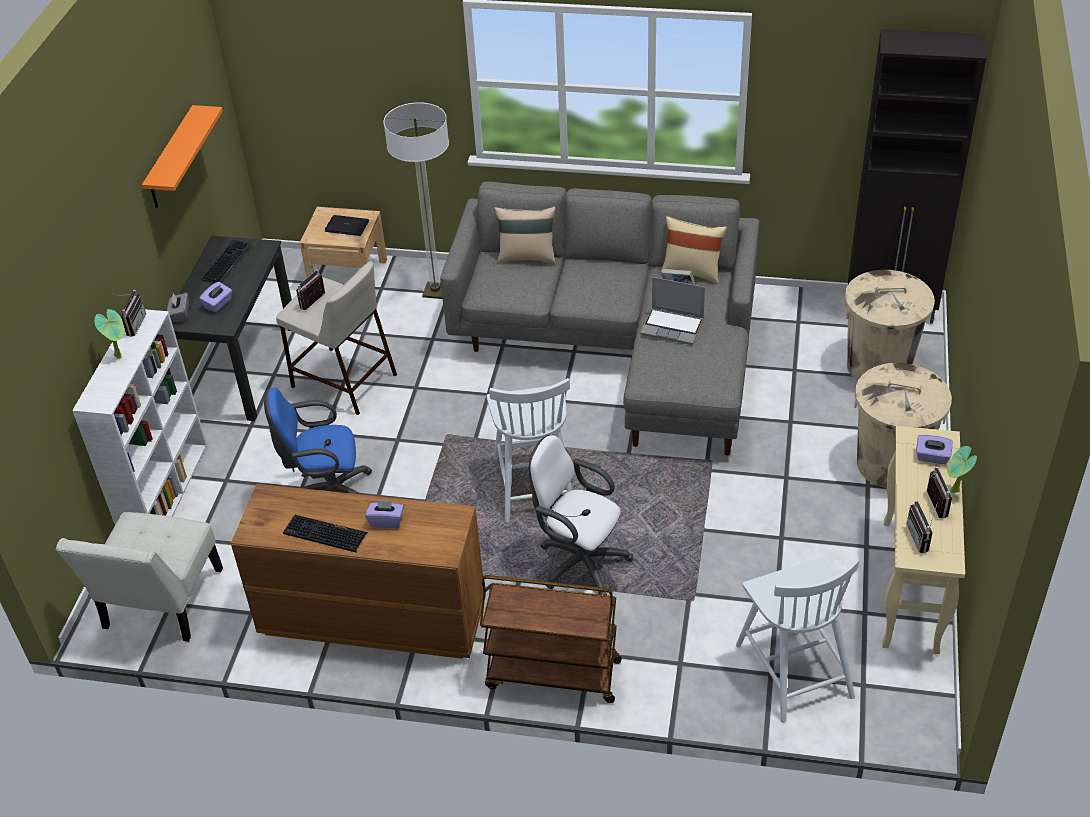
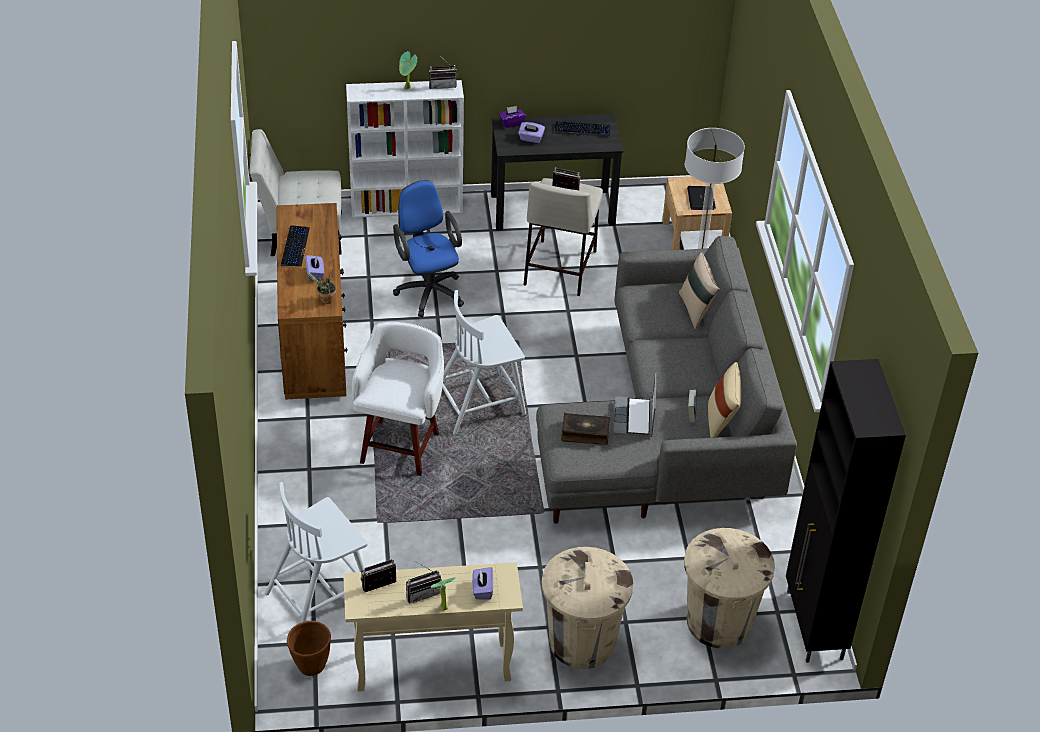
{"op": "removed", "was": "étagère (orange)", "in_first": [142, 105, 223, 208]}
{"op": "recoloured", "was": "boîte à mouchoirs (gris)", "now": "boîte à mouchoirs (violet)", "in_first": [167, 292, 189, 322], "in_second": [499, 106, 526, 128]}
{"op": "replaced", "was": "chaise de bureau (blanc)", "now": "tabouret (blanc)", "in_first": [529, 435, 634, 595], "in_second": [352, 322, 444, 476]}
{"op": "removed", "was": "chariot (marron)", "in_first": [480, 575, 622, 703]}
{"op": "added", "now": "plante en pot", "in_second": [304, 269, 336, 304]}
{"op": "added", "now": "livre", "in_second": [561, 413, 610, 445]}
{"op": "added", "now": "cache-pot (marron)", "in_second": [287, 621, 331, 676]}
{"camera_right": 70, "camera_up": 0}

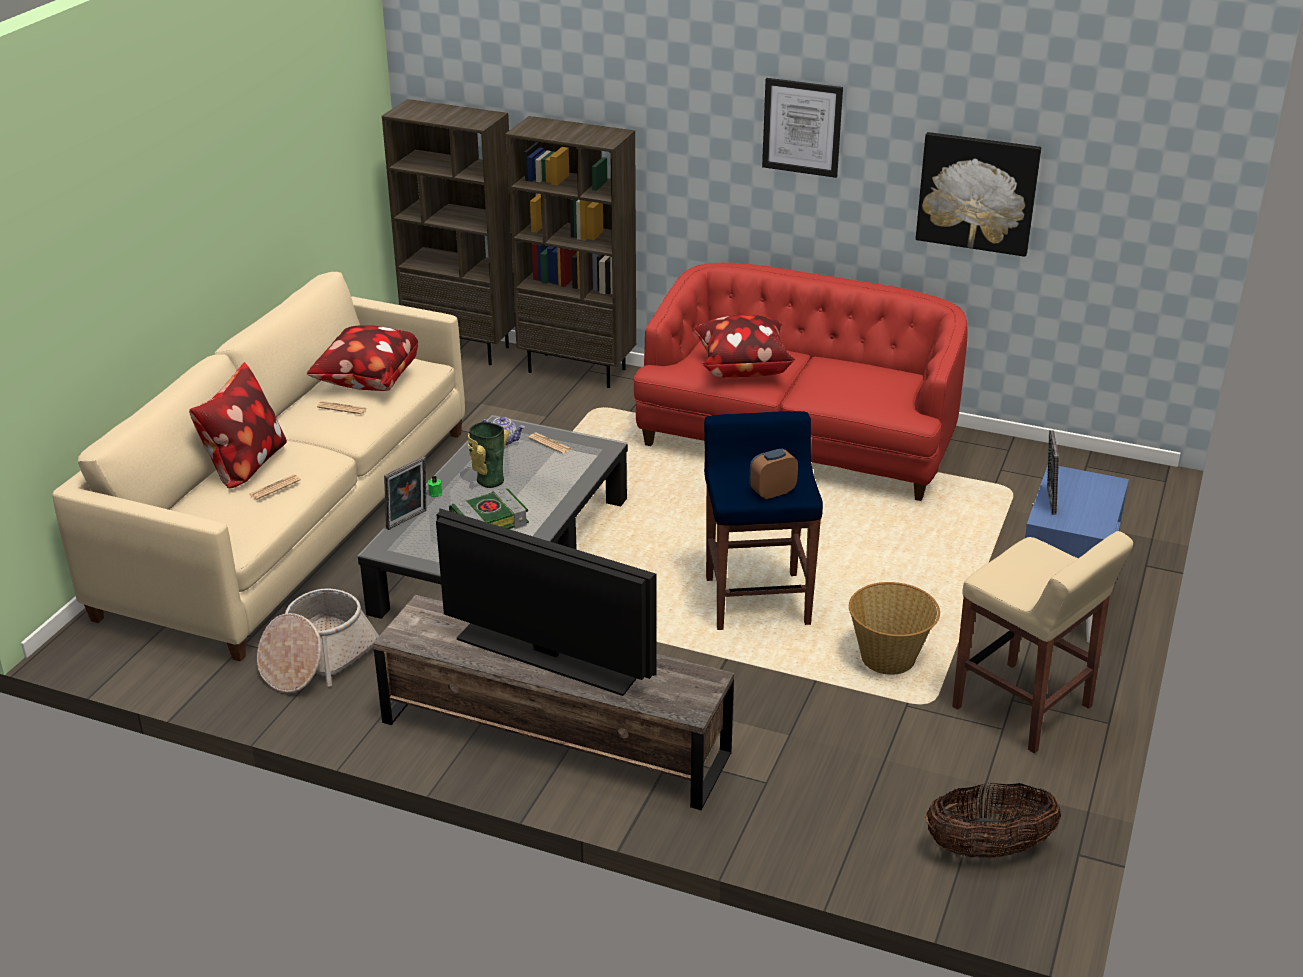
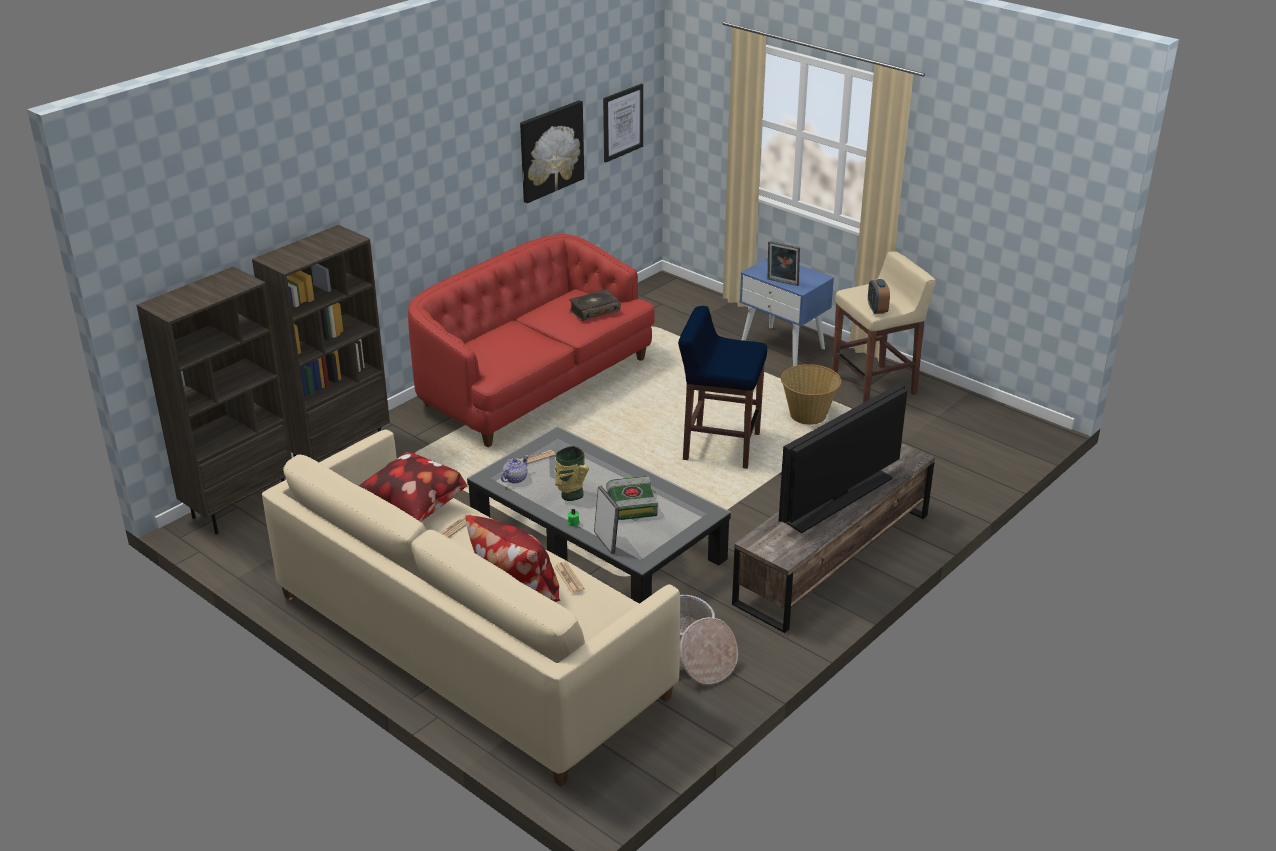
{"op": "moved", "was": "tableau", "in_first": [762, 78, 843, 178], "in_second": [603, 84, 643, 162]}
{"op": "removed", "was": "coussin", "in_first": [694, 315, 795, 378]}
{"op": "moved", "was": "réveil", "in_first": [749, 449, 798, 499], "in_second": [868, 279, 890, 314]}
{"op": "removed", "was": "panier", "in_first": [925, 783, 1061, 858]}
{"op": "added", "now": "livre", "in_second": [569, 289, 621, 321]}
{"camera_right": -70, "camera_up": 0}

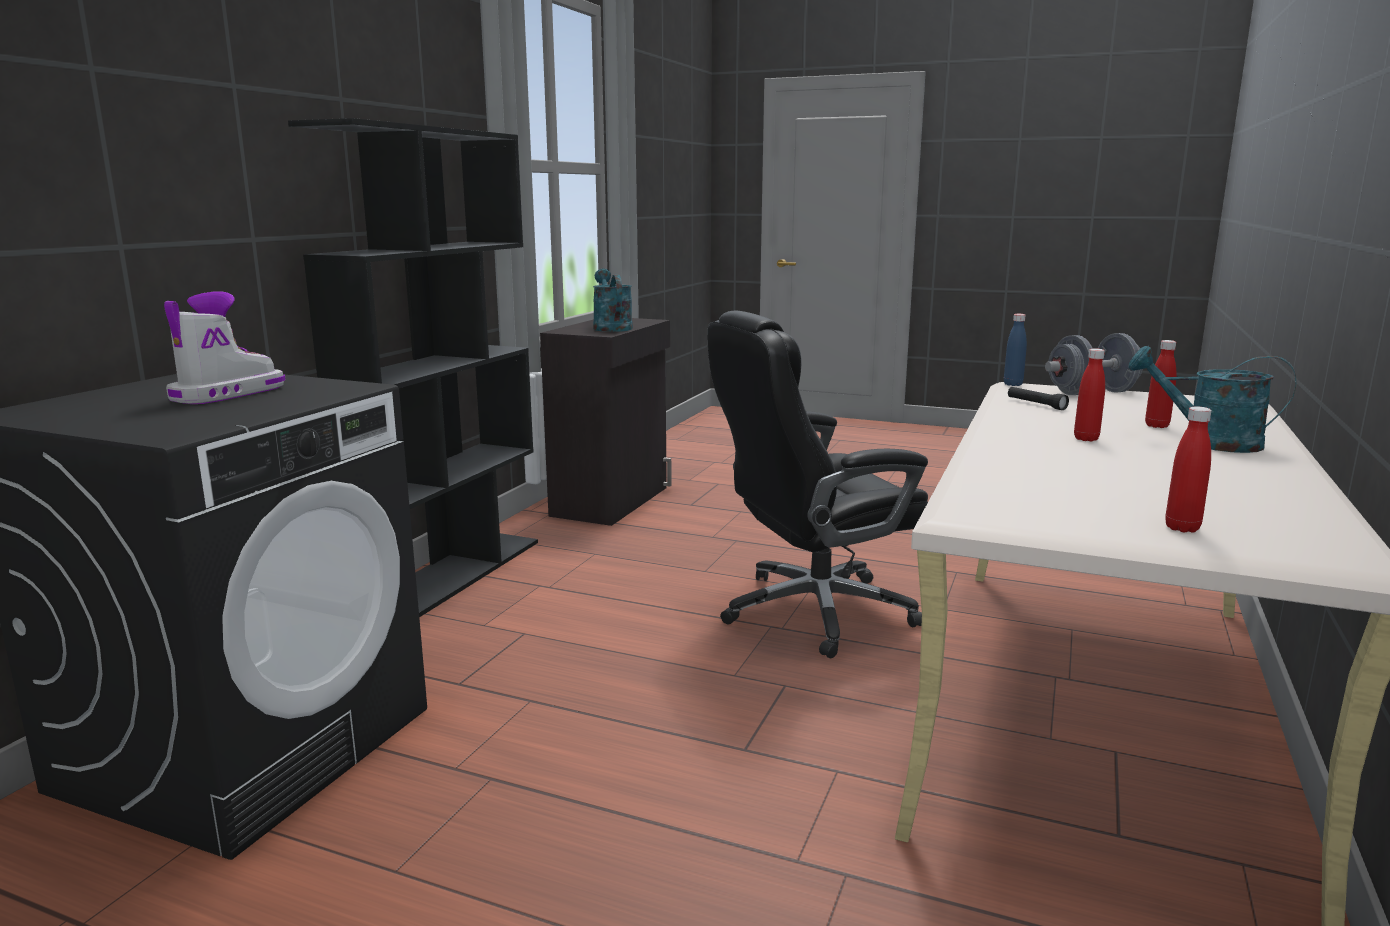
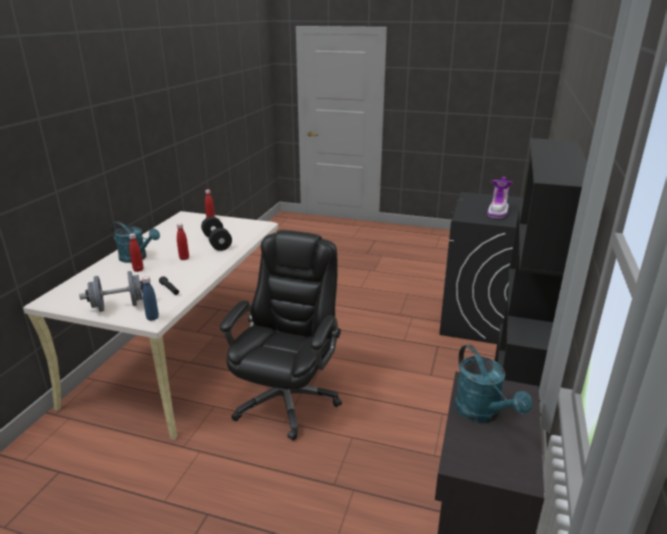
{"op": "turned", "was": "chaise de bureau (noir)", "in_first": [707, 310, 928, 658], "in_second": [220, 230, 342, 441], "clockwise": -45}
{"op": "added", "now": "haltère (noir)", "in_second": [201, 216, 232, 251]}
{"camera_right": 175, "camera_up": 10}

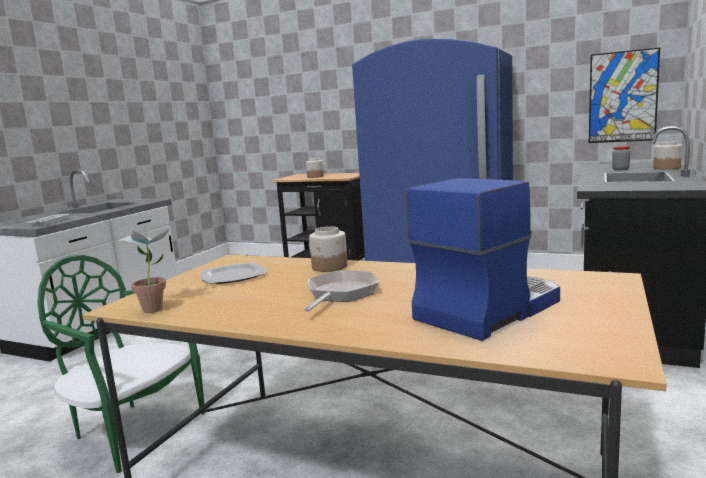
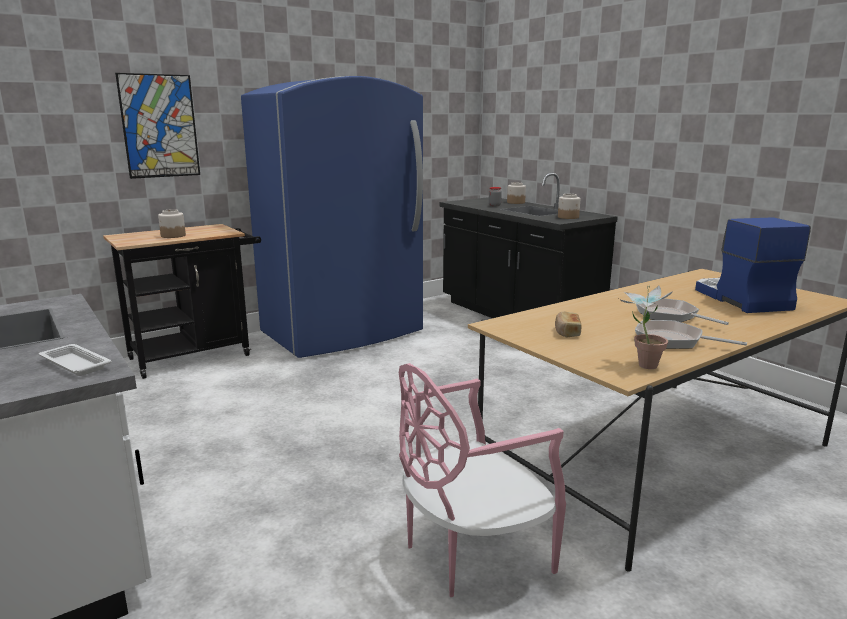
{"op": "moved", "was": "tableau", "in_first": [589, 47, 660, 143], "in_second": [115, 73, 200, 179]}
{"op": "moved", "was": "bocal", "in_first": [309, 226, 348, 272], "in_second": [558, 194, 580, 219]}
{"op": "recoloured", "was": "chaise (vert)", "now": "chaise (rose)", "in_first": [37, 255, 205, 473], "in_second": [399, 363, 566, 597]}
{"op": "replaced", "was": "assiette", "now": "pain", "in_first": [199, 262, 265, 284], "in_second": [555, 311, 582, 337]}
{"op": "added", "now": "poêle", "in_second": [635, 320, 747, 349]}
{"camera_right": -60, "camera_up": 5}

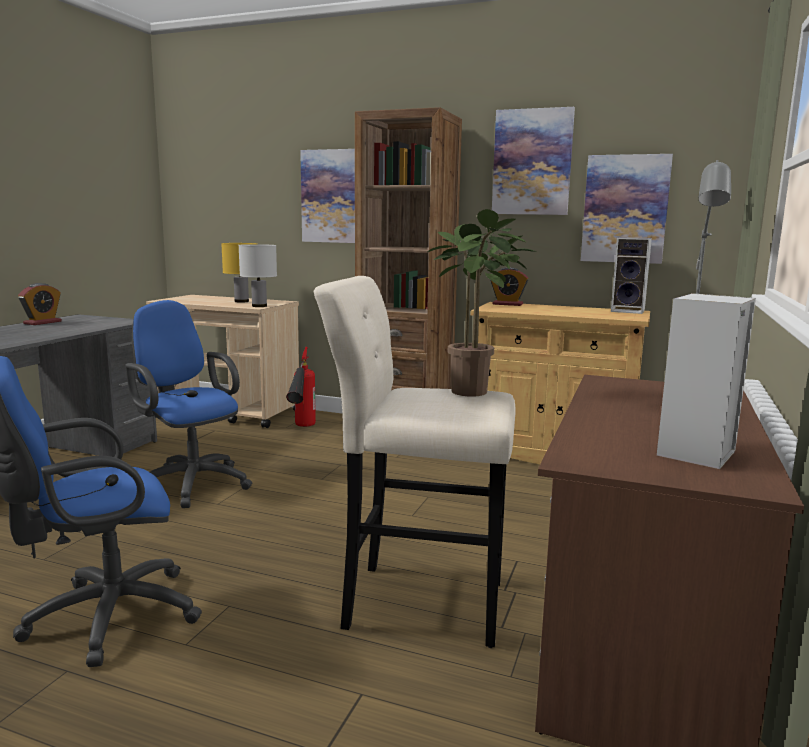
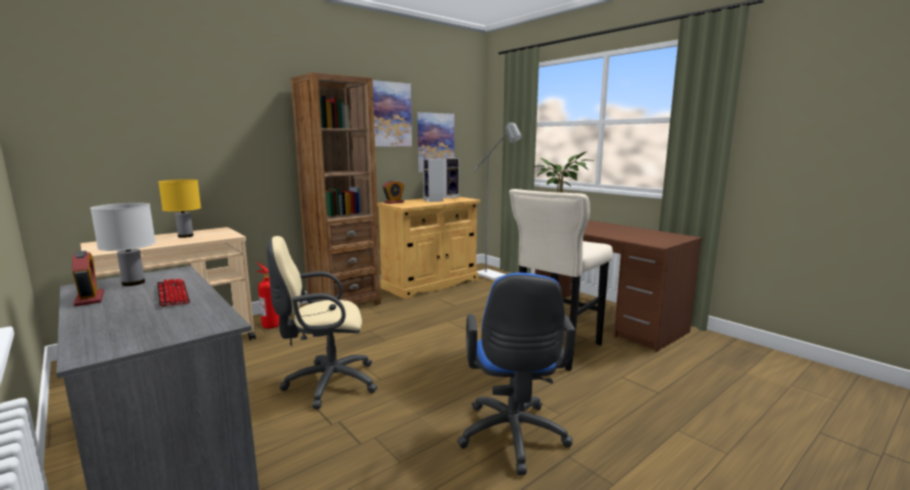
{"op": "removed", "was": "tableau", "in_first": [300, 149, 355, 243]}
{"op": "moved", "was": "lampe de table (blanc)", "in_first": [238, 244, 277, 307], "in_second": [90, 203, 156, 286]}
{"op": "moved", "was": "enceinte", "in_first": [657, 293, 756, 469], "in_second": [423, 159, 444, 202]}
{"op": "recoloured", "was": "chaise de bureau (bleu)", "now": "chaise de bureau (beige)", "in_first": [126, 300, 252, 508], "in_second": [267, 236, 377, 409]}
{"op": "added", "now": "clavier", "in_second": [157, 279, 190, 307]}
{"camera_right": -60, "camera_up": 0}

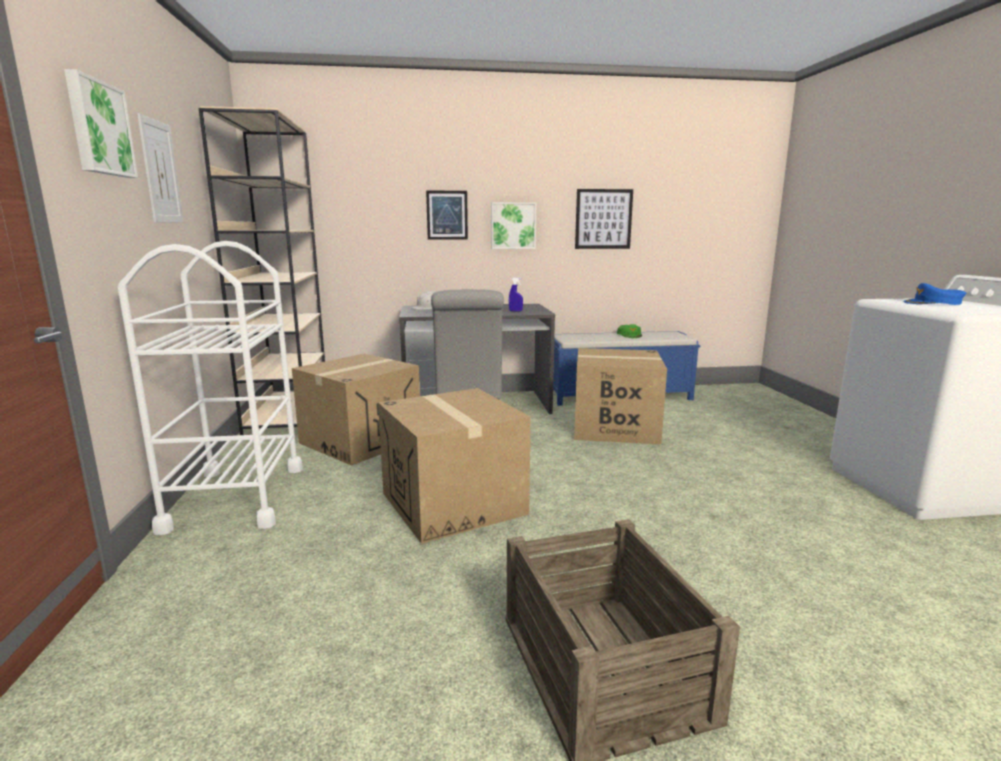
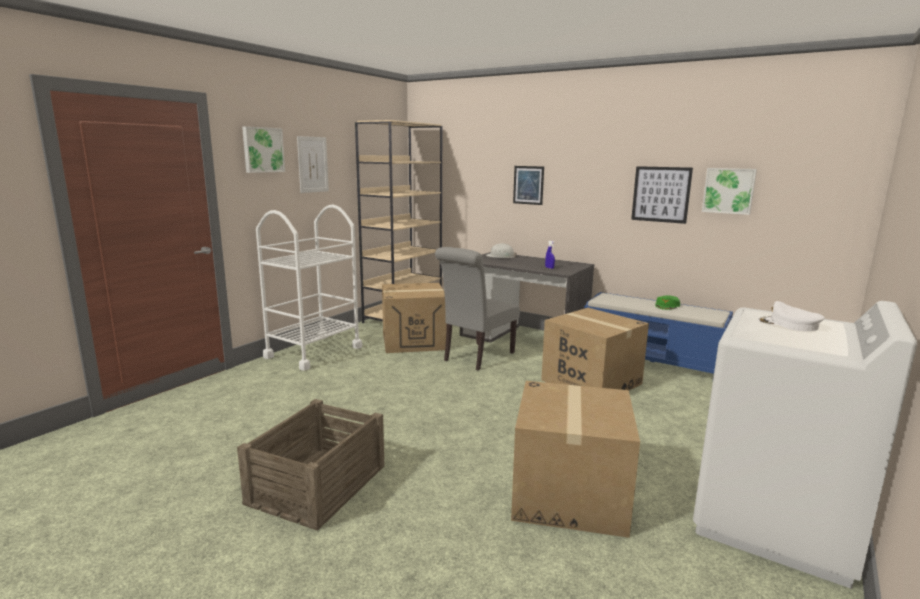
{"op": "moved", "was": "tableau", "in_first": [491, 202, 536, 249], "in_second": [702, 168, 757, 215]}
{"op": "recoloured", "was": "casquette (bleu)", "now": "casquette (blanc)", "in_first": [903, 283, 966, 305], "in_second": [758, 301, 825, 331]}
{"op": "moved", "was": "carton", "in_first": [378, 388, 531, 544], "in_second": [511, 381, 640, 538]}
{"camera_right": 40, "camera_up": 0}

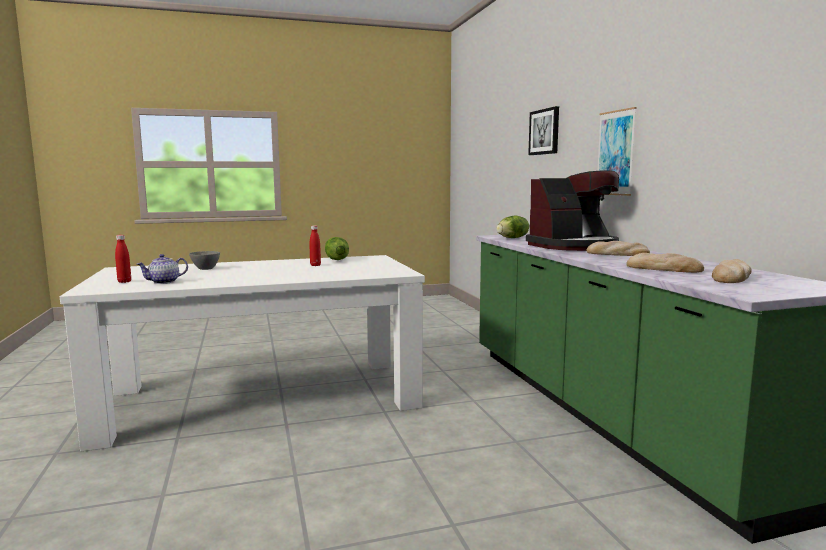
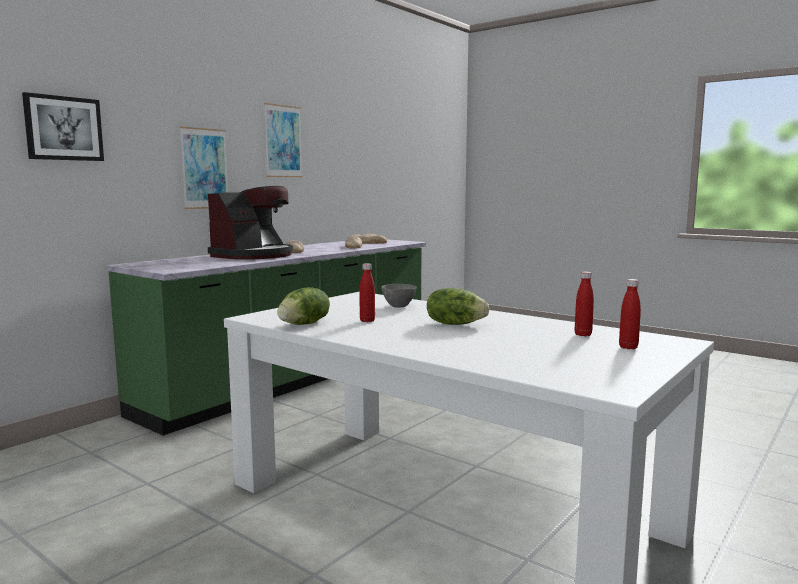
{"op": "turned", "was": "machine à café", "in_first": [526, 170, 619, 251], "in_second": [208, 186, 293, 260], "clockwise": 90}
{"op": "moved", "was": "laitue", "in_first": [496, 216, 529, 238], "in_second": [427, 288, 489, 325]}
{"op": "moved", "was": "bol (gris)", "in_first": [189, 251, 220, 270], "in_second": [381, 284, 417, 307]}
{"op": "replaced", "was": "théière", "now": "bouteille (rouge)", "in_first": [137, 254, 188, 284], "in_second": [575, 272, 594, 336]}
{"op": "added", "now": "tableau", "in_second": [264, 103, 302, 177]}
{"camera_right": -125, "camera_up": 0}

